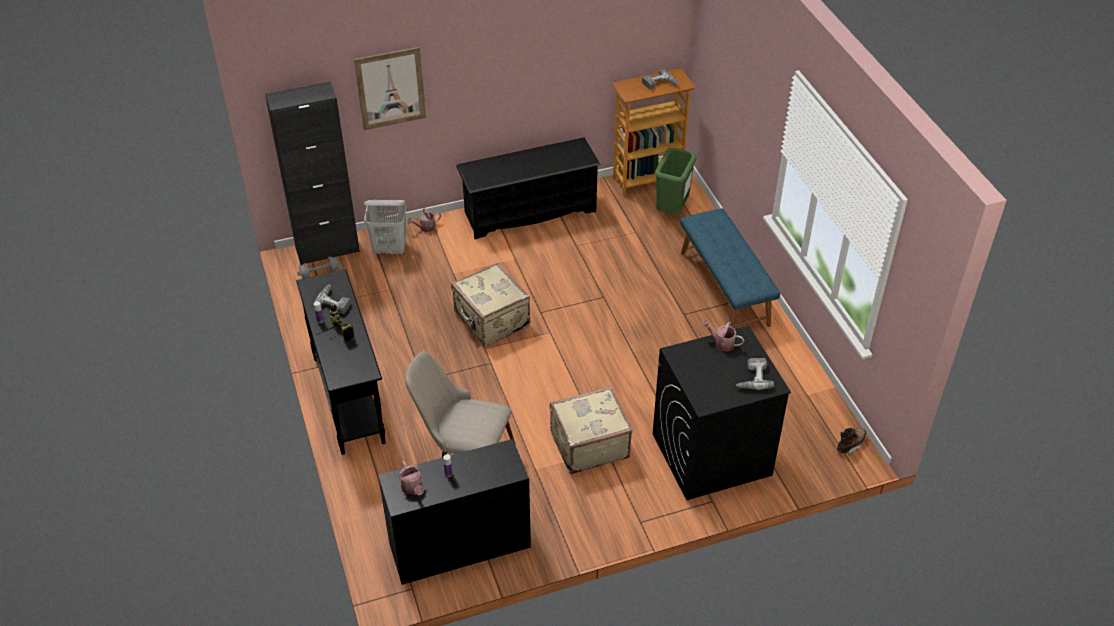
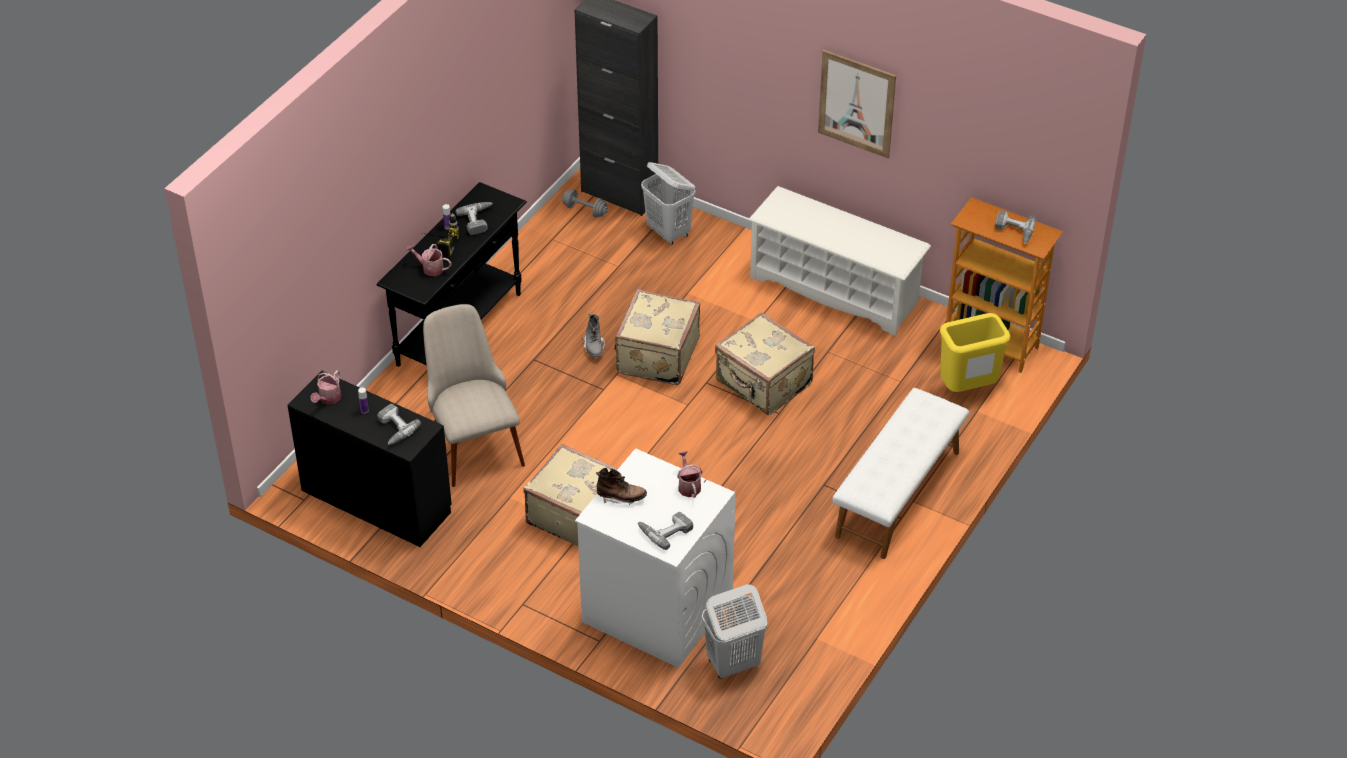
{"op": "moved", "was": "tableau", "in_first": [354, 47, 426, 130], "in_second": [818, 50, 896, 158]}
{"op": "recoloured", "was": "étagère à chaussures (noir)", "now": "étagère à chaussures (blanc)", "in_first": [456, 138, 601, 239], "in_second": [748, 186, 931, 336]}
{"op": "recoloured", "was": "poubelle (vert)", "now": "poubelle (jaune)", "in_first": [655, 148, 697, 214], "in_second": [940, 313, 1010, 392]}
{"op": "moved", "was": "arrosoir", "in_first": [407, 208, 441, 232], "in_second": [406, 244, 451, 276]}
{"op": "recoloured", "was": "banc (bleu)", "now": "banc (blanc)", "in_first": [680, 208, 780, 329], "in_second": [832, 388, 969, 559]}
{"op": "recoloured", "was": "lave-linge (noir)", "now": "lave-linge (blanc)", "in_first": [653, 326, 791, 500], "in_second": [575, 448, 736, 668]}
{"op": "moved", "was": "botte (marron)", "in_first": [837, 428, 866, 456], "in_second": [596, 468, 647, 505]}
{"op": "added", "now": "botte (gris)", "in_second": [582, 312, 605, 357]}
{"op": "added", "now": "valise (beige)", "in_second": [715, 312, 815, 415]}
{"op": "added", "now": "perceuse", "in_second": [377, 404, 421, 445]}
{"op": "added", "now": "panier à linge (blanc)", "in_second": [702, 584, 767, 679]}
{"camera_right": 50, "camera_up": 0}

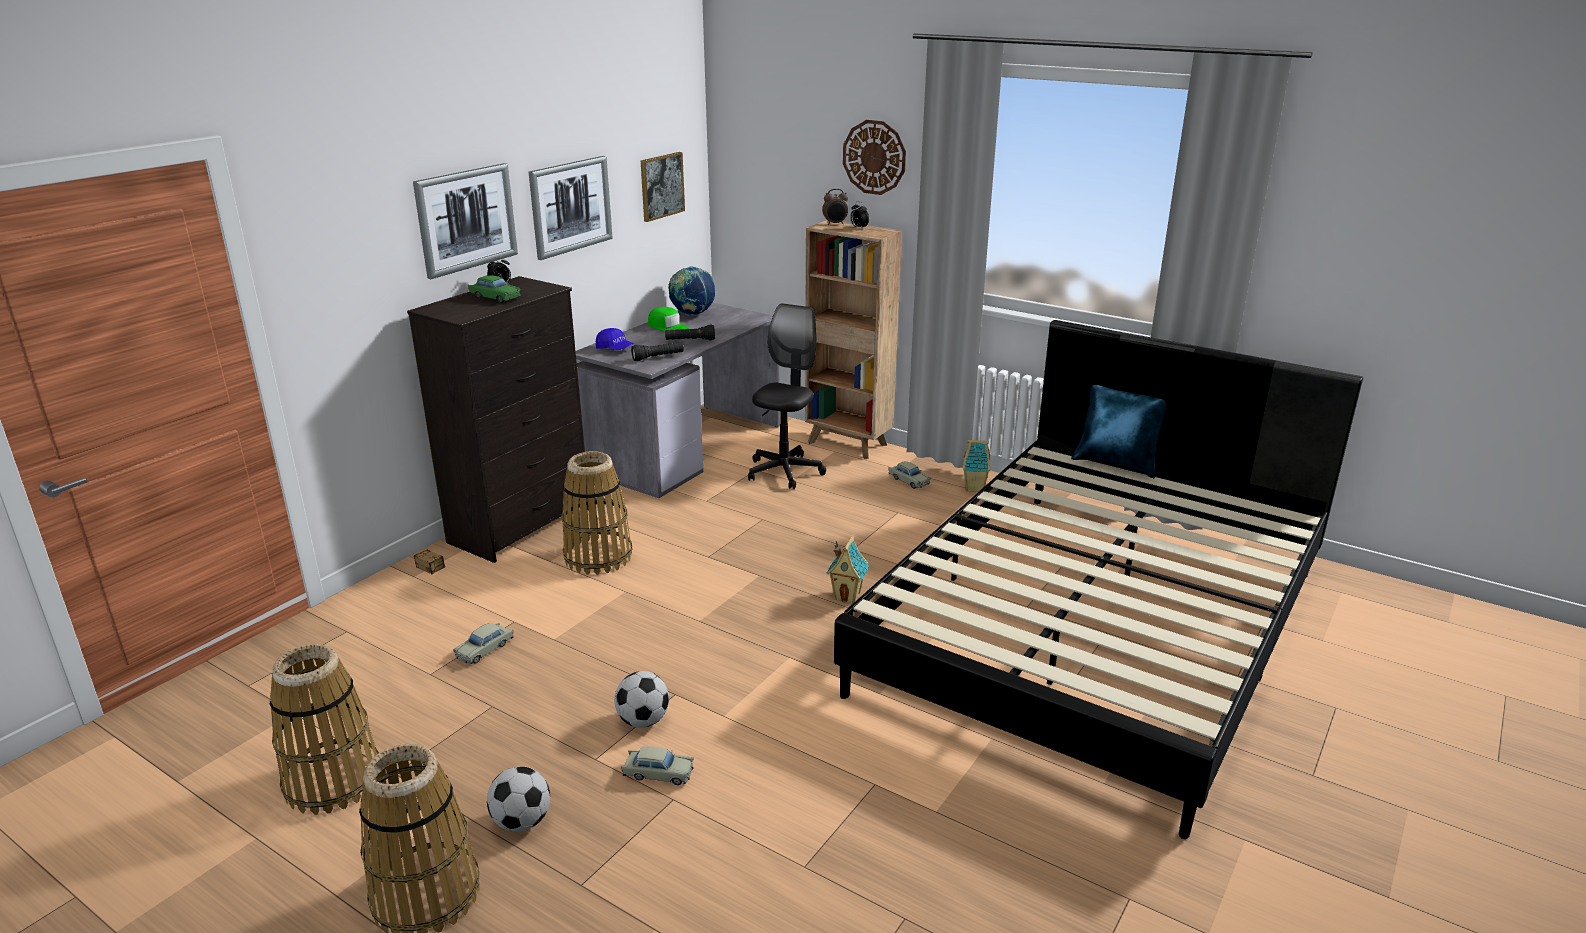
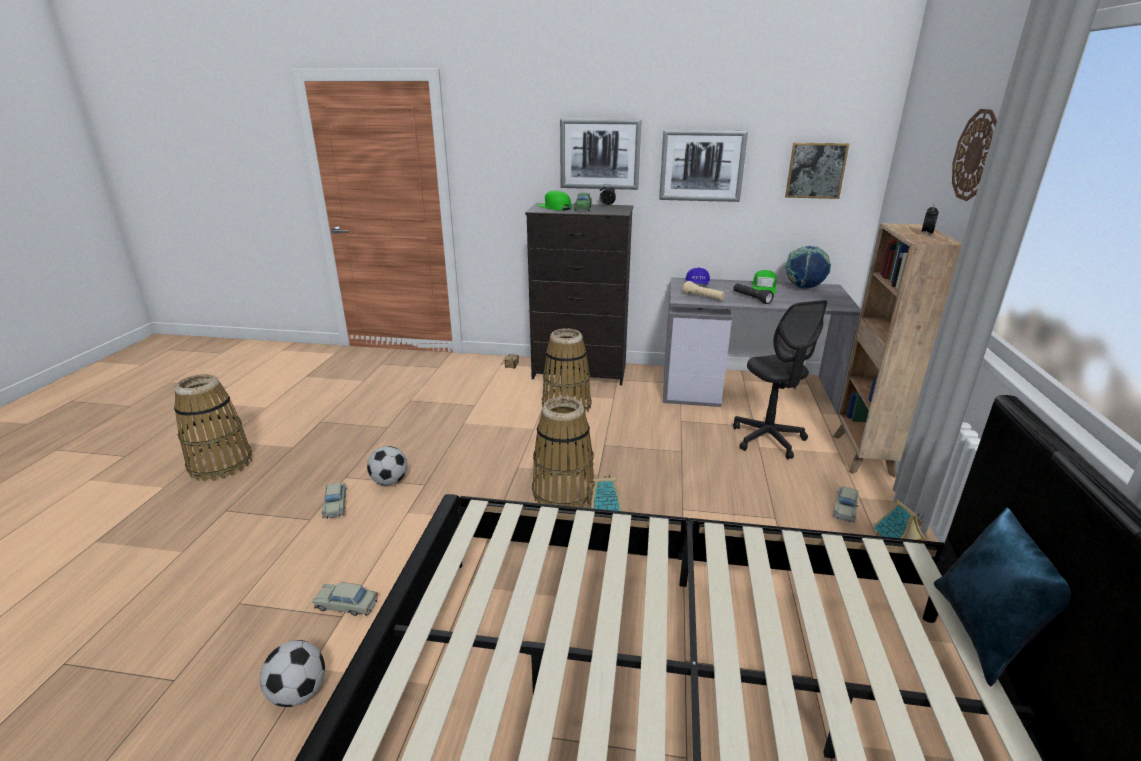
{"op": "removed", "was": "réveil", "in_first": [822, 189, 848, 225]}
{"op": "turned", "was": "chaise de bureau (noir)", "in_first": [748, 303, 826, 489], "in_second": [733, 300, 828, 459], "clockwise": 75}
{"op": "recoloured", "was": "lampe de poche (noir)", "now": "lampe de poche (beige)", "in_first": [631, 342, 684, 361], "in_second": [683, 281, 725, 300]}
{"op": "moved", "was": "petite voiture (beige)", "in_first": [453, 623, 514, 664], "in_second": [312, 582, 378, 616]}
{"op": "moved", "was": "panier", "in_first": [270, 644, 379, 815], "in_second": [532, 397, 594, 508]}
{"op": "moved", "was": "ballon de foot", "in_first": [487, 766, 550, 832], "in_second": [260, 640, 325, 707]}
{"op": "added", "now": "casquette (vert)", "in_second": [537, 191, 571, 211]}
{"camera_right": 65, "camera_up": 0}

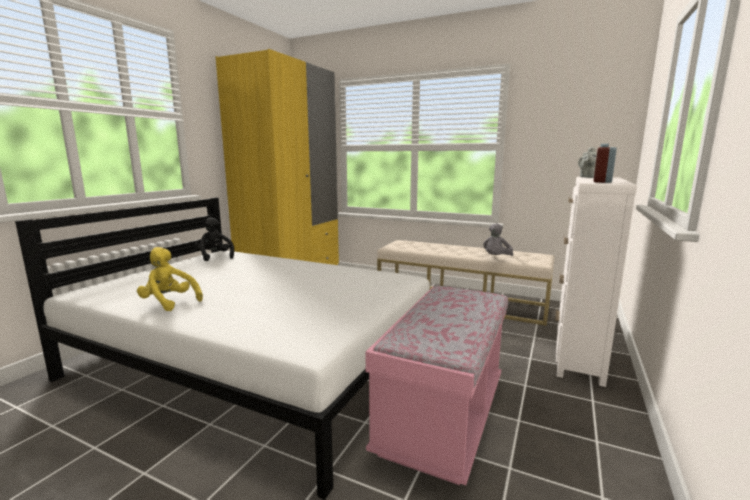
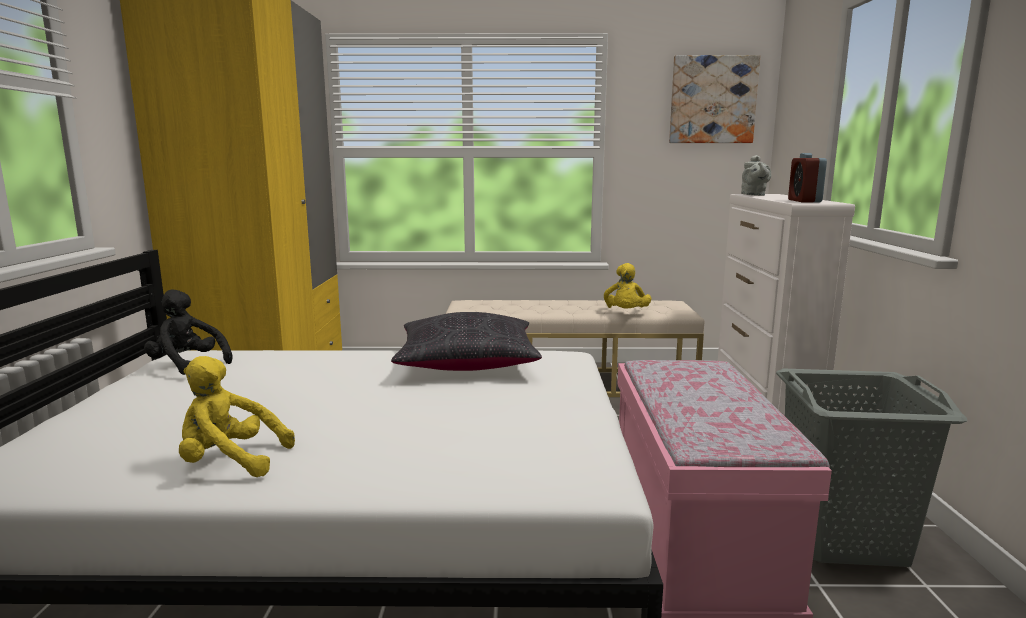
{"op": "recoloured", "was": "peluche (gris)", "now": "peluche (jaune)", "in_first": [483, 223, 513, 256], "in_second": [604, 263, 652, 308]}
{"op": "added", "now": "tableau", "in_second": [669, 55, 760, 143]}
{"op": "added", "now": "coussin (noir)", "in_second": [391, 312, 542, 371]}
{"op": "added", "now": "panier à linge (gris)", "in_second": [776, 368, 967, 567]}
{"camera_right": -25, "camera_up": 0}

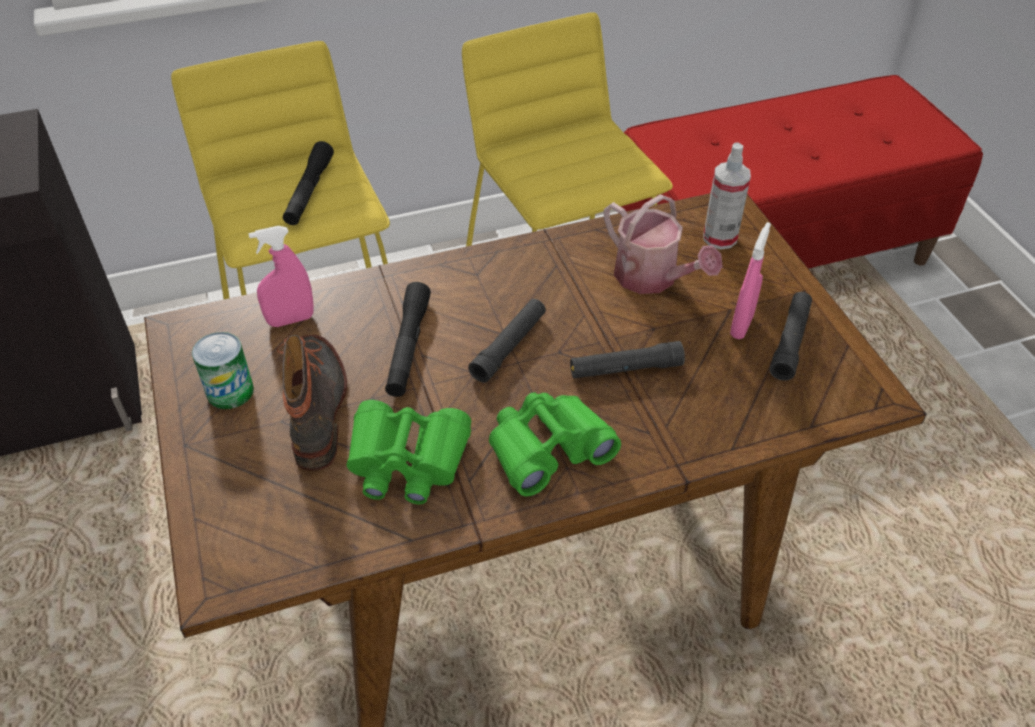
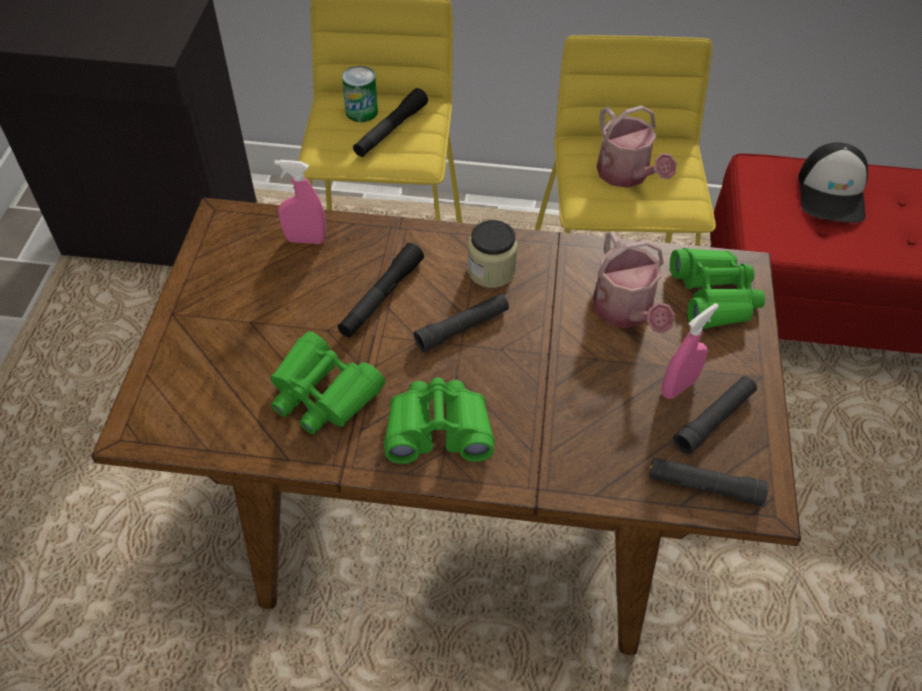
{"op": "replaced", "was": "vaporisateur", "now": "jumelles (vert)", "in_first": [703, 142, 751, 250], "in_second": [670, 248, 765, 329]}
{"op": "moved", "was": "boîte métallique", "in_first": [192, 332, 254, 409], "in_second": [342, 66, 378, 122]}
{"op": "removed", "was": "botte", "in_first": [277, 335, 347, 471]}
{"op": "moved", "was": "lampe de poche (noir)", "in_first": [570, 341, 685, 378], "in_second": [649, 458, 769, 507]}
{"op": "added", "now": "arrosoir", "in_second": [596, 105, 677, 188]}
{"op": "added", "now": "casquette", "in_second": [798, 142, 868, 223]}
{"op": "added", "now": "bocal", "in_second": [468, 220, 517, 288]}
{"camera_right": 25, "camera_up": 5}

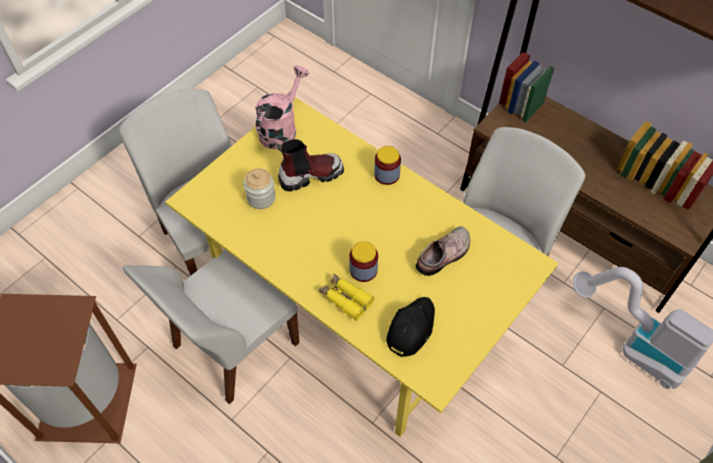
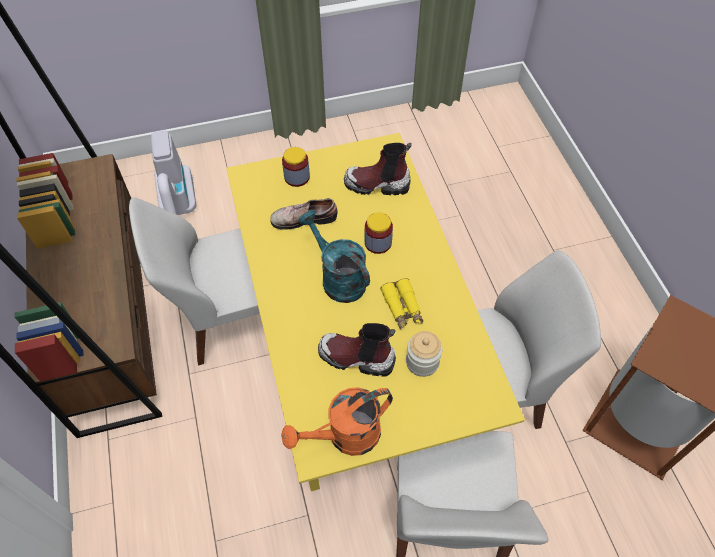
{"op": "recoloured", "was": "arrosoir (rose)", "now": "arrosoir (orange)", "in_first": [255, 65, 309, 149], "in_second": [281, 387, 393, 456]}
{"op": "moved", "was": "bocal", "in_first": [374, 146, 401, 185], "in_second": [282, 147, 310, 187]}
{"op": "moved", "was": "jumelles (jaune)", "in_first": [319, 274, 374, 321], "in_second": [380, 278, 423, 329]}
{"op": "replaced", "was": "casquette (noir)", "now": "botte", "in_first": [386, 297, 435, 357], "in_second": [344, 143, 412, 195]}
{"op": "added", "now": "arrosoir (turquoise)", "in_second": [299, 210, 370, 303]}
{"camera_right": -145, "camera_up": 0}

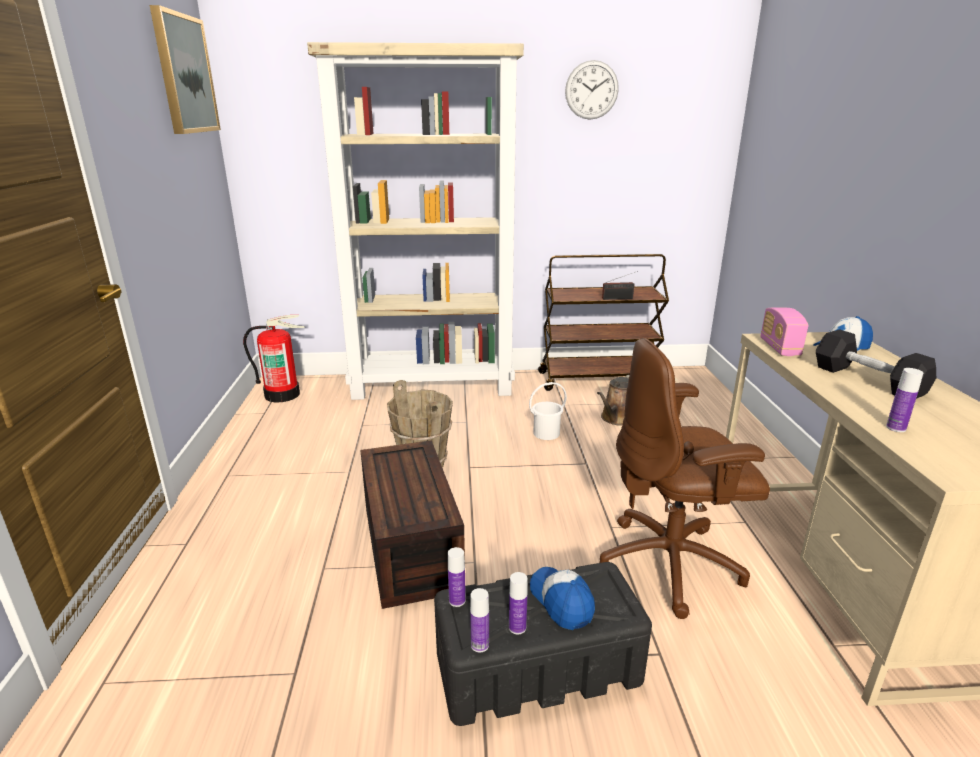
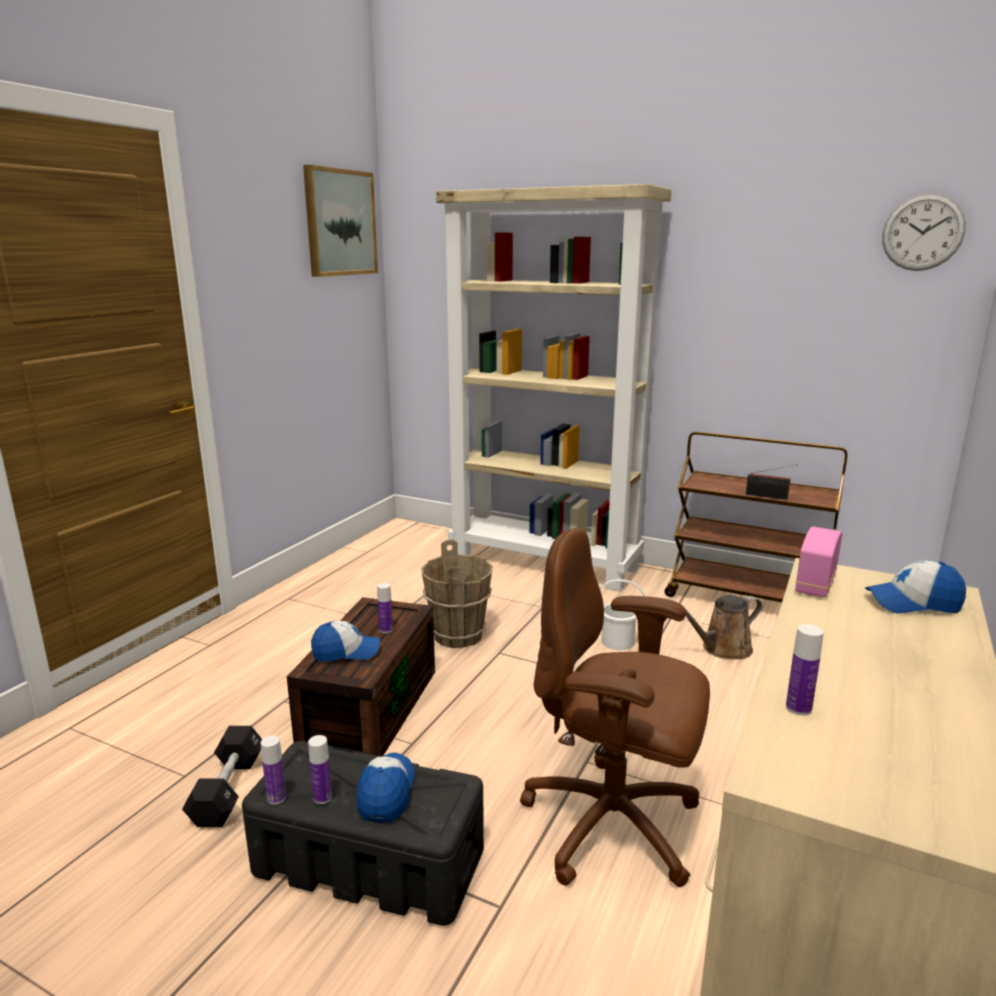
{"op": "moved", "was": "horloge murale", "in_first": [565, 60, 619, 120], "in_second": [882, 193, 966, 271]}
{"op": "removed", "was": "extincteur", "in_first": [243, 315, 305, 402]}
{"op": "moved", "was": "haltère (noir)", "in_first": [816, 329, 936, 399], "in_second": [182, 726, 262, 827]}
{"op": "moved", "was": "bouteille", "in_first": [448, 547, 466, 607], "in_second": [377, 583, 393, 633]}
{"op": "added", "now": "casquette", "in_second": [311, 621, 380, 662]}
{"camera_right": 30, "camera_up": -5}

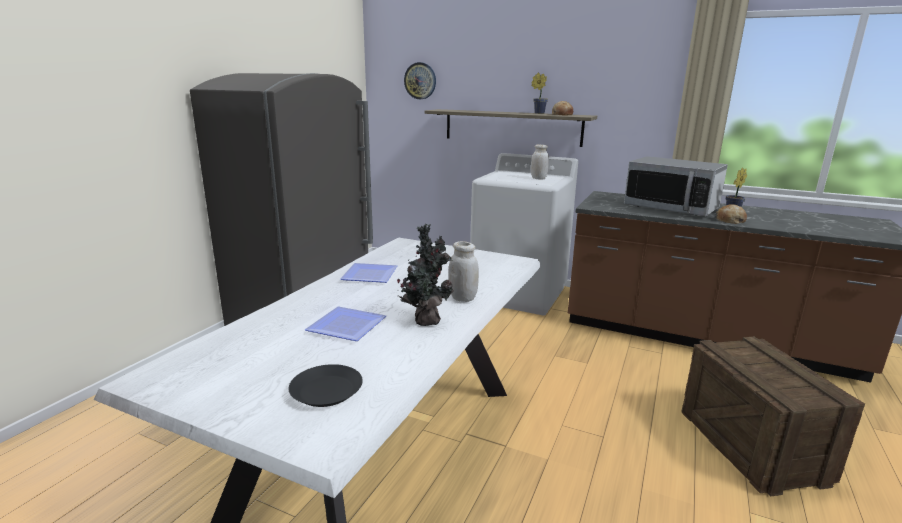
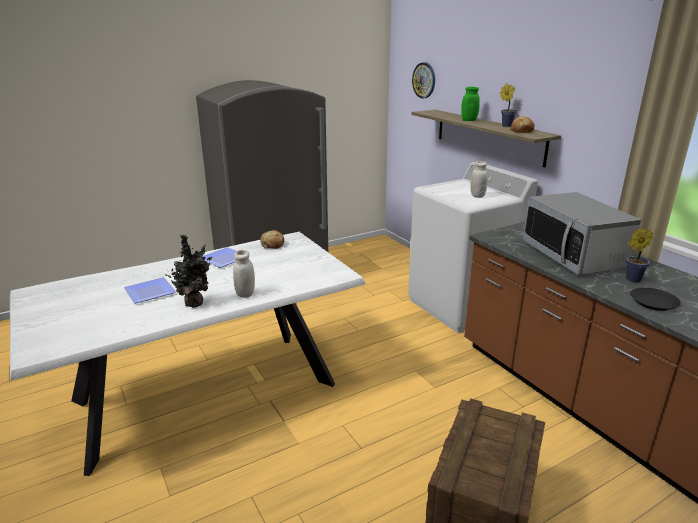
{"op": "moved", "was": "pain", "in_first": [716, 204, 747, 224], "in_second": [260, 230, 284, 249]}
{"op": "moved", "was": "assiette (noir)", "in_first": [289, 364, 363, 407], "in_second": [630, 287, 681, 311]}
{"op": "added", "now": "bocal (vert)", "in_second": [461, 87, 480, 121]}
{"camera_right": 35, "camera_up": 5}

